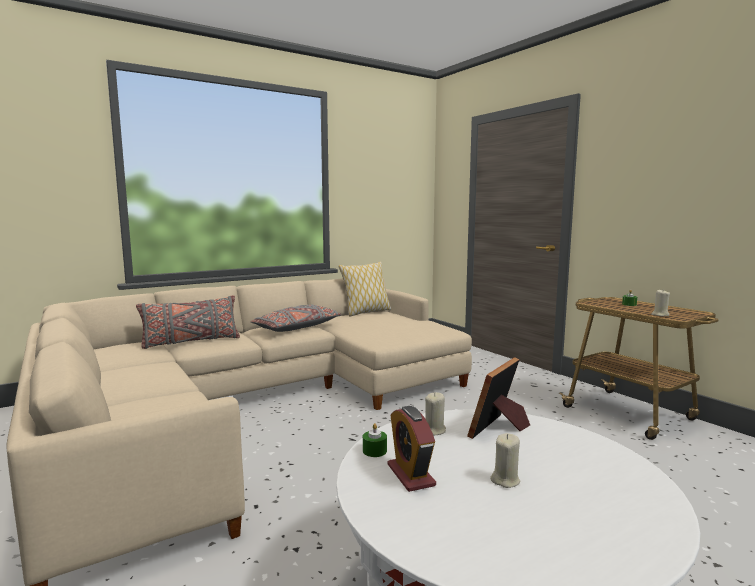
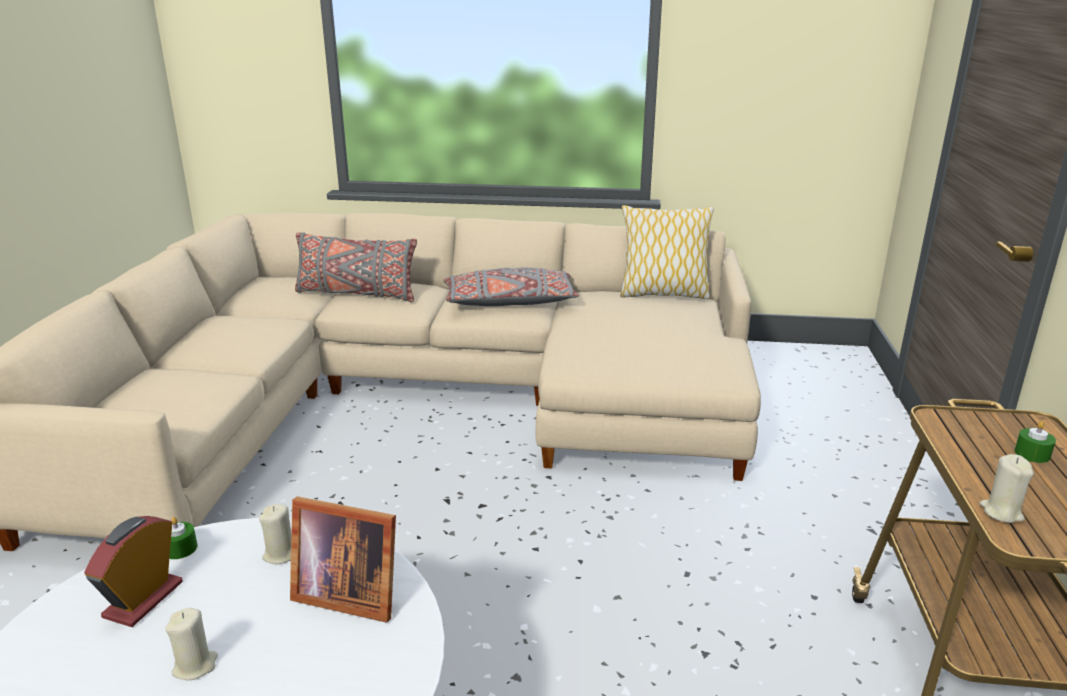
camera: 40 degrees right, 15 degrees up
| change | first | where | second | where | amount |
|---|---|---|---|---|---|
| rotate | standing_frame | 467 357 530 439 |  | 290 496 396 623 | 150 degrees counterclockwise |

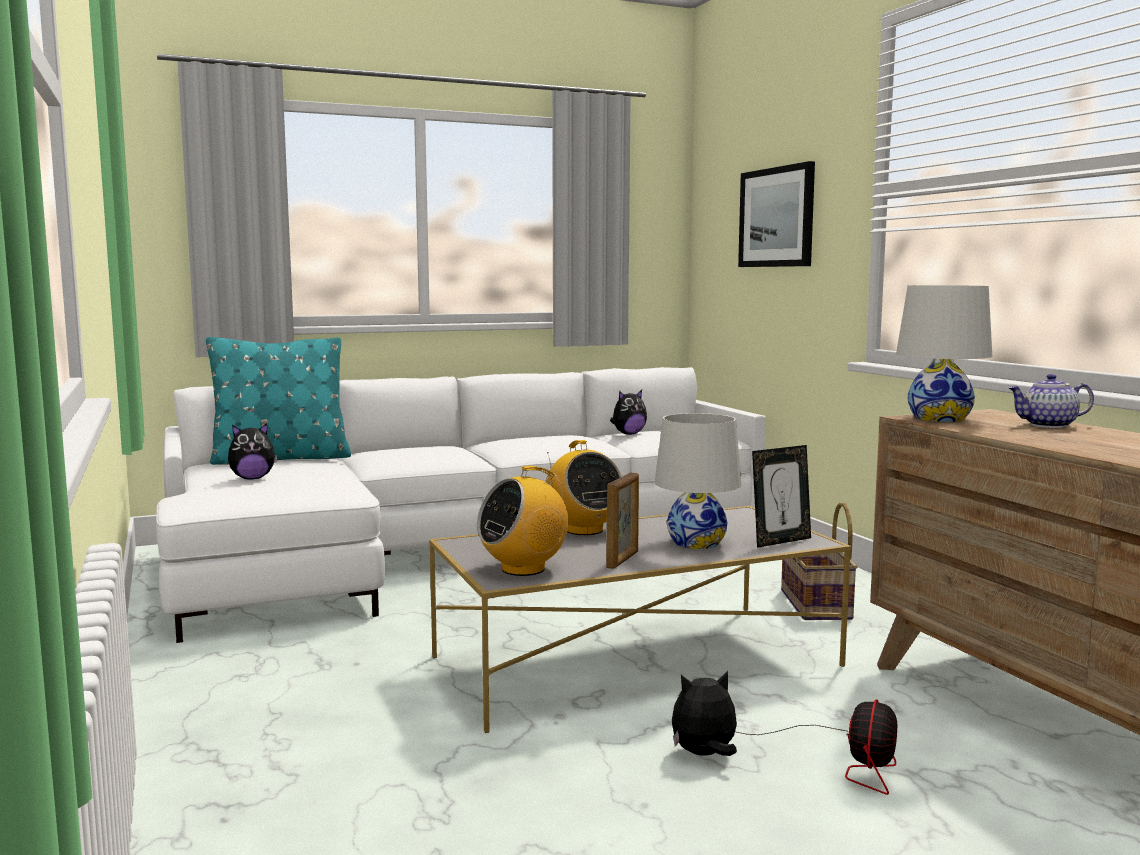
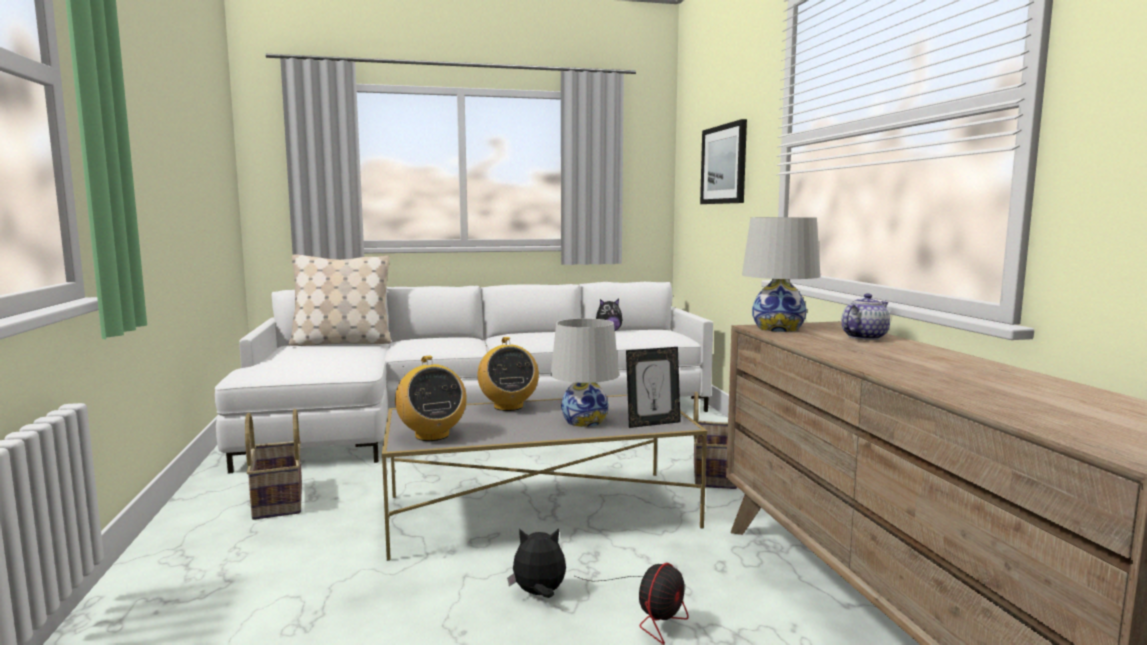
camera: 10 degrees right, 0 degrees up
| change | first | where | second | where | amount |
|---|---|---|---|---|---|
| recolor | blue-green_throw_pillow | 206 337 351 465 | beige-coloured_throw_pillow | 289 254 391 346 |  |
| delete | soft_toy | 228 423 278 480 |  |  |  |
| rotate | radio_set | 477 466 568 576 |  | 395 356 467 441 | 90 degrees counterclockwise |
| delete | standing_frame | 606 472 639 569 |  |  |  |
| rotate | teapot | 1008 374 1094 428 |  | 841 293 890 340 | 135 degrees clockwise |
| insert |  |  | storage_basket | 245 409 302 520 |  |

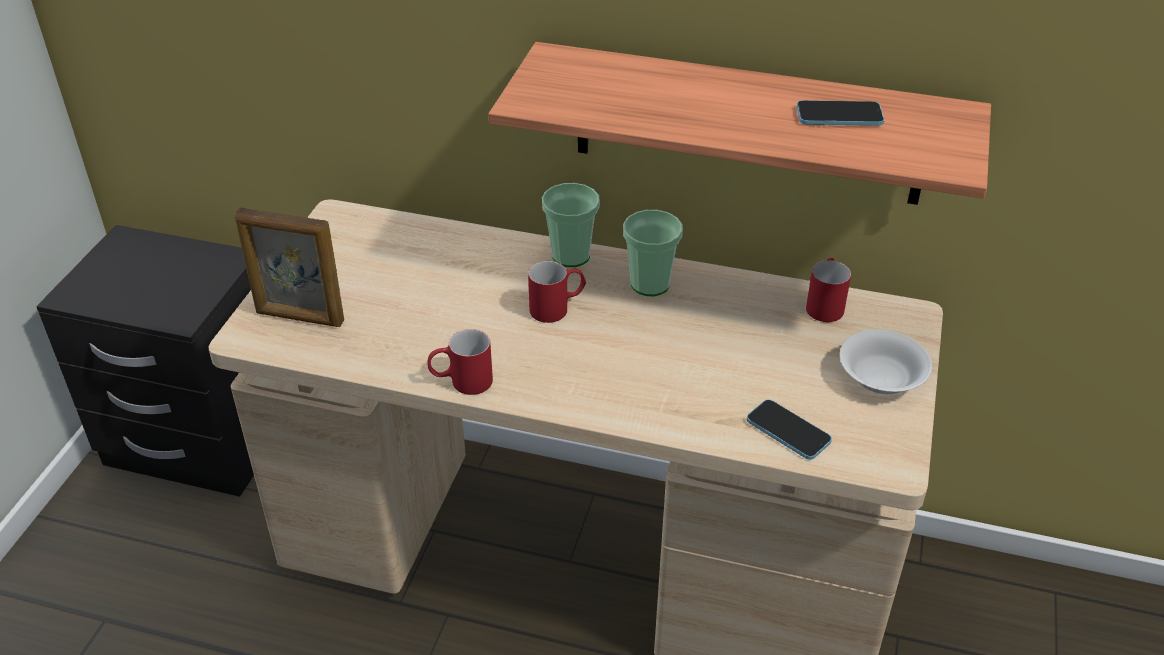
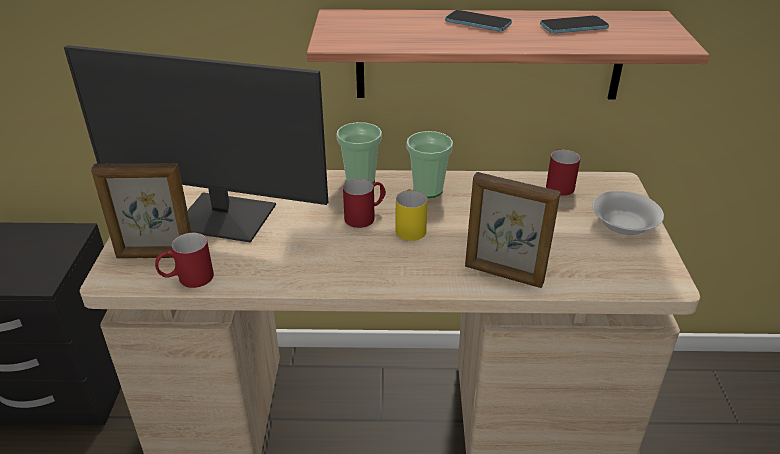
camera: 15 degrees left, 5 degrees down
| change | first | where | second | where | amount |
|---|---|---|---|---|---|
| move | red_coffee_mug | 427 329 493 395 |  | 155 233 214 288 |  |
| move | handset | 747 399 832 460 |  | 445 10 512 32 |  |
| insert |  |  | monitor | 64 45 328 243 |  |
| insert |  |  | yellowish_coffee_mug | 395 189 428 241 |  |
| insert |  |  | standing_frame | 465 172 561 288 |  |

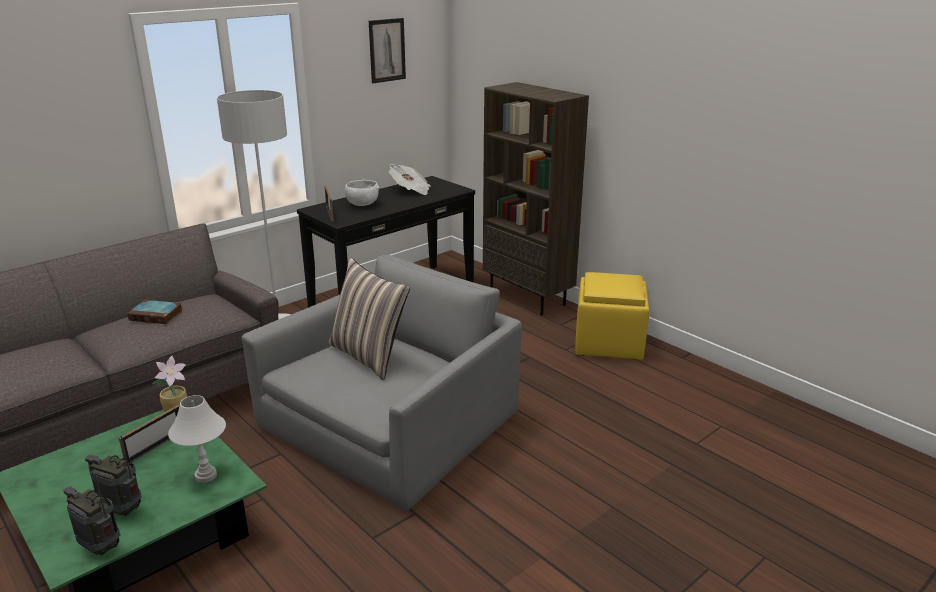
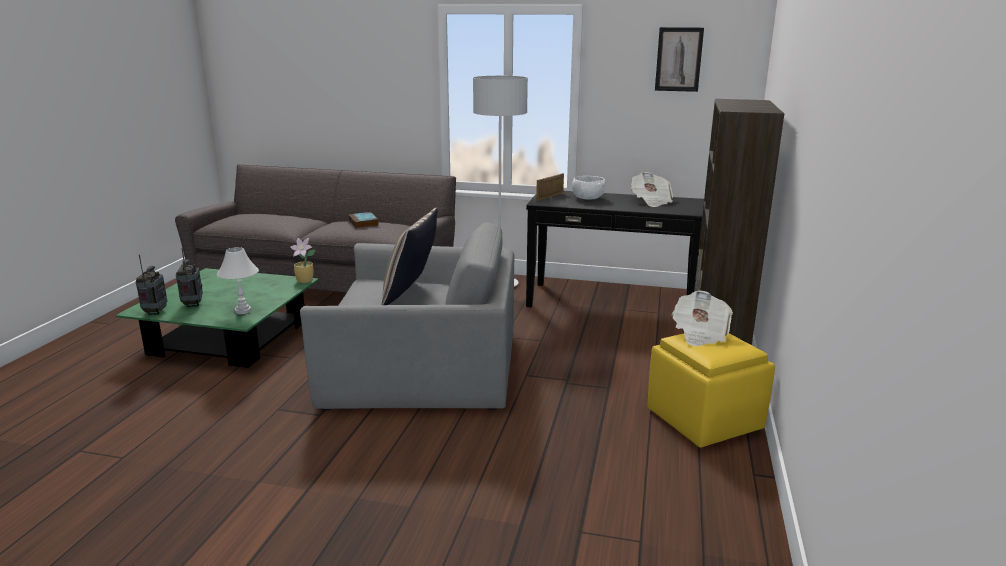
camera: 55 degrees right, 5 degrees down
| change | first | where | second | where | amount |
|---|---|---|---|---|---|
| delete | standing_frame | 119 405 180 462 |  |  |  |
| insert |  |  | daily_paper | 672 291 733 346 |  |

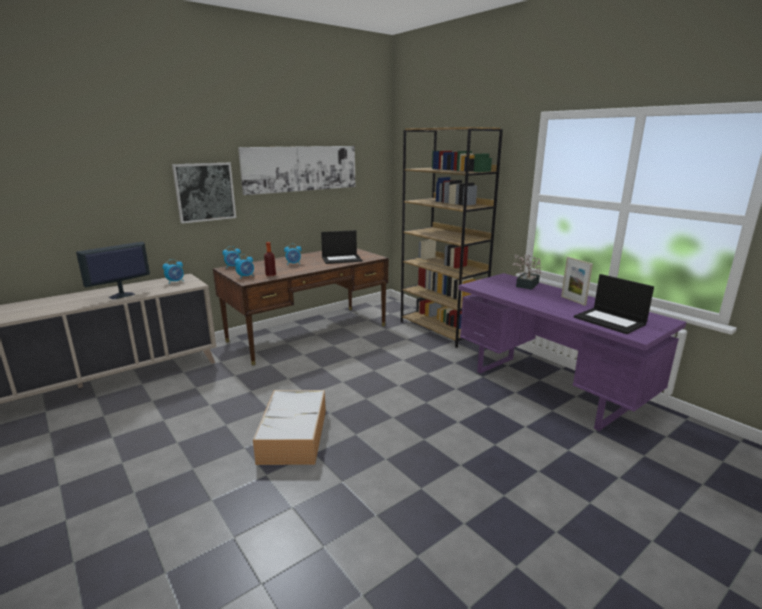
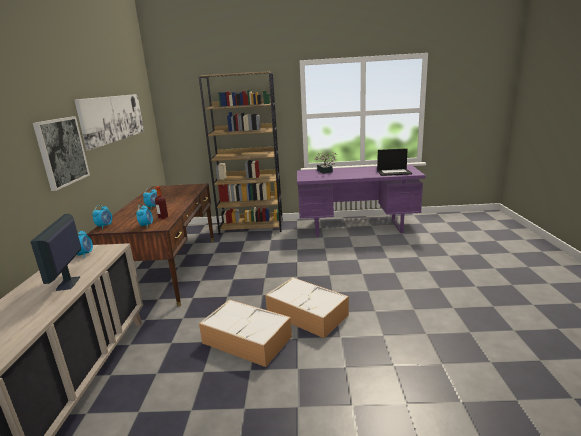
camera: 50 degrees left, 0 degrees up
| change | first | where | second | where | amount |
|---|---|---|---|---|---|
| delete | portable_computer | 321 230 362 264 |  |  |  |
| delete | standing_frame | 561 257 593 306 |  |  |  |
| insert |  |  | storage_container | 199 300 292 367 |  |

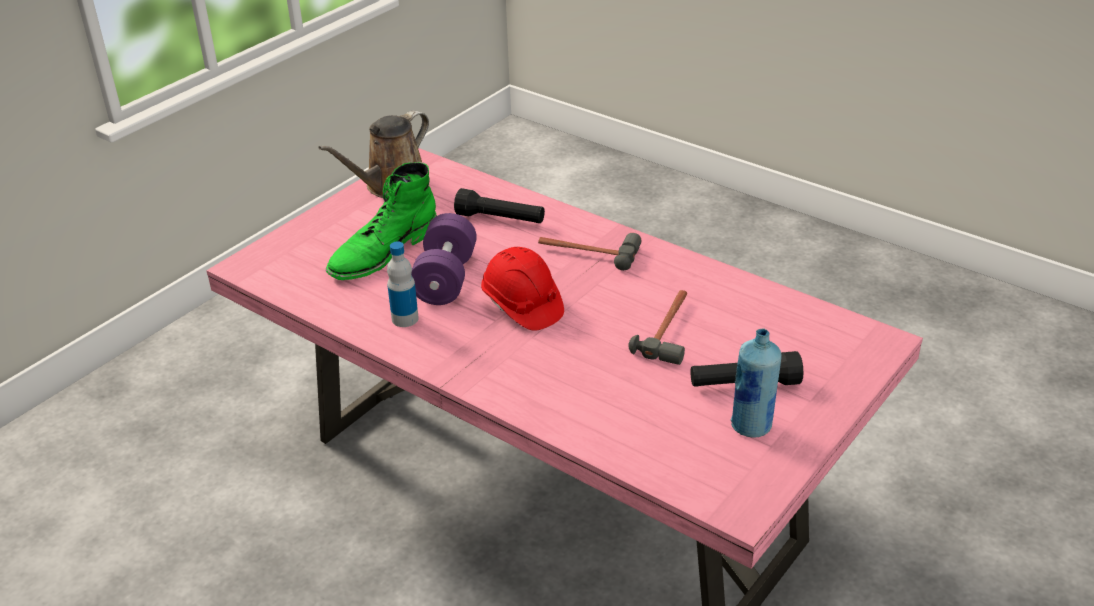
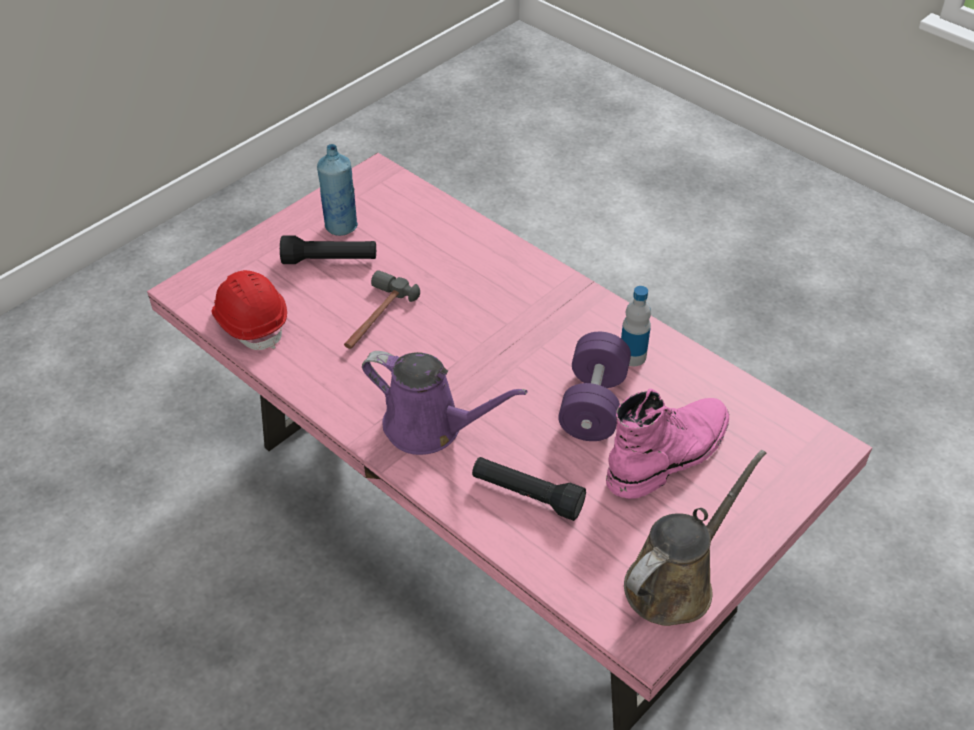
camera: 175 degrees left, 10 degrees up
| change | first | where | second | where | amount |
|---|---|---|---|---|---|
| recolor | green-coloured_high-top_boot | 326 162 437 280 | pink_high-top_boot | 606 389 729 499 |  |
| move | red_hard_hat | 481 247 564 330 |  | 212 270 287 350 |  |
| replace | tool_hammer | 538 233 641 270 | purple_watering_can | 362 351 528 455 |  |

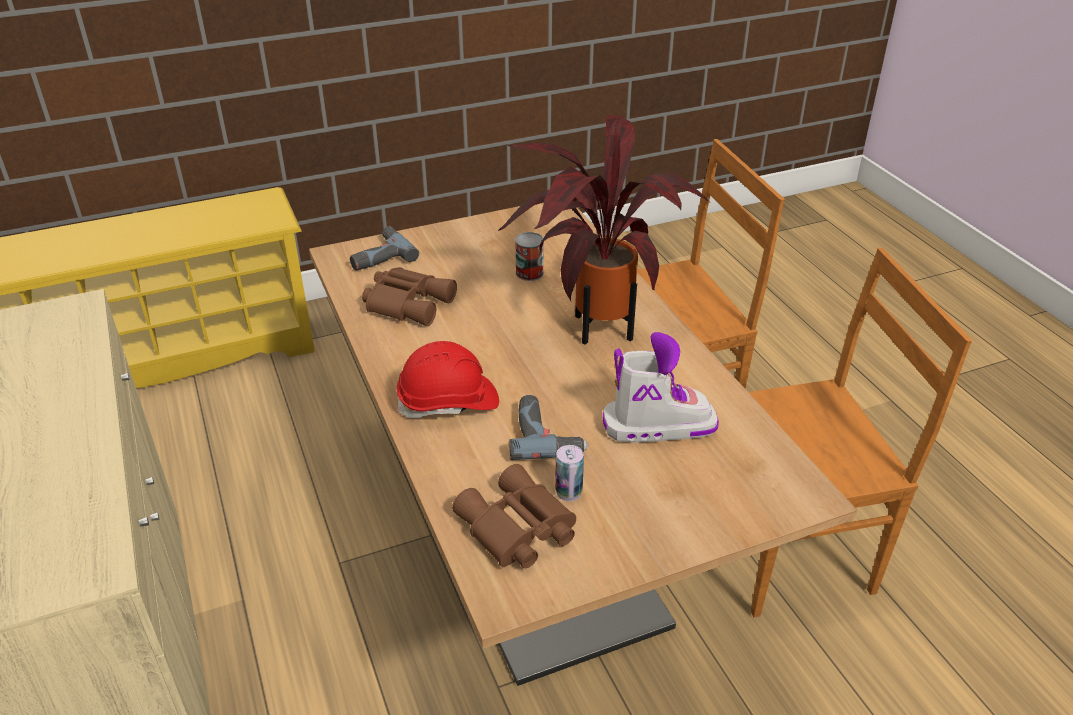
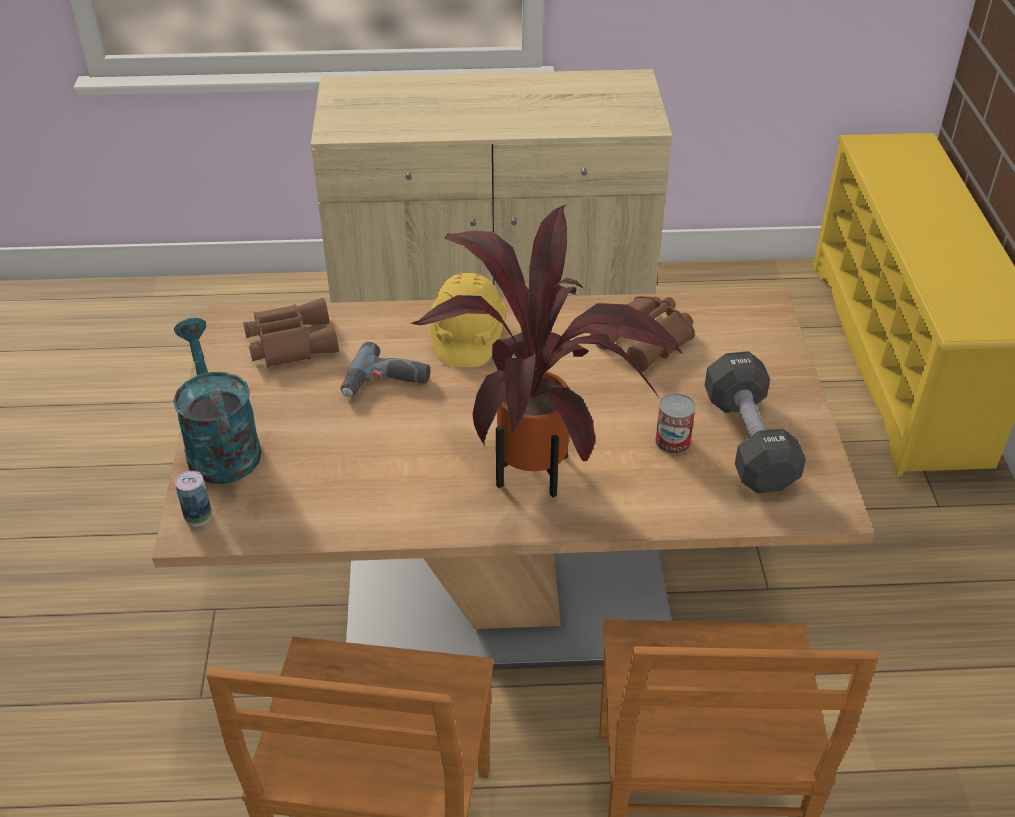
camera: 110 degrees right, 5 degrees up
| change | first | where | second | where | amount |
|---|---|---|---|---|---|
| delete | drill | 350 226 419 271 |  |  |  |
| recolor | red_hard_hat | 397 341 499 418 | yellowish_hard_hat | 430 273 506 367 |  |
| move | sealed_can | 555 445 584 501 |  | 175 471 212 527 |  |
| delete | high-top_boot | 603 332 719 443 |  |  |  |
| insert |  |  | blue-green_watering_can | 173 318 262 484 |  |
| insert |  |  | blackish_free_weight | 705 351 806 493 |  |

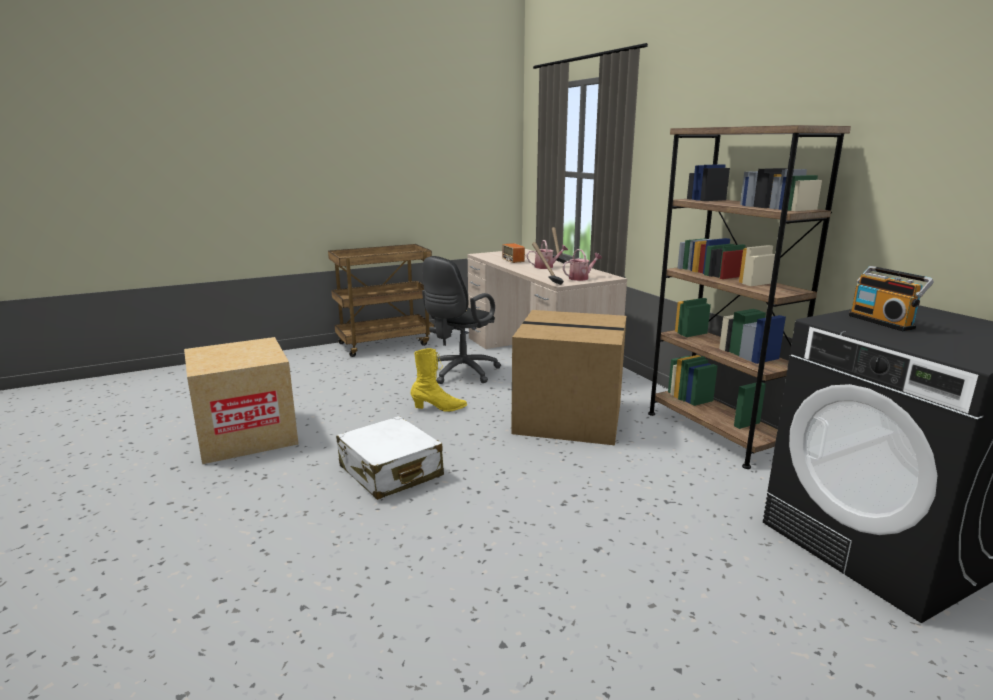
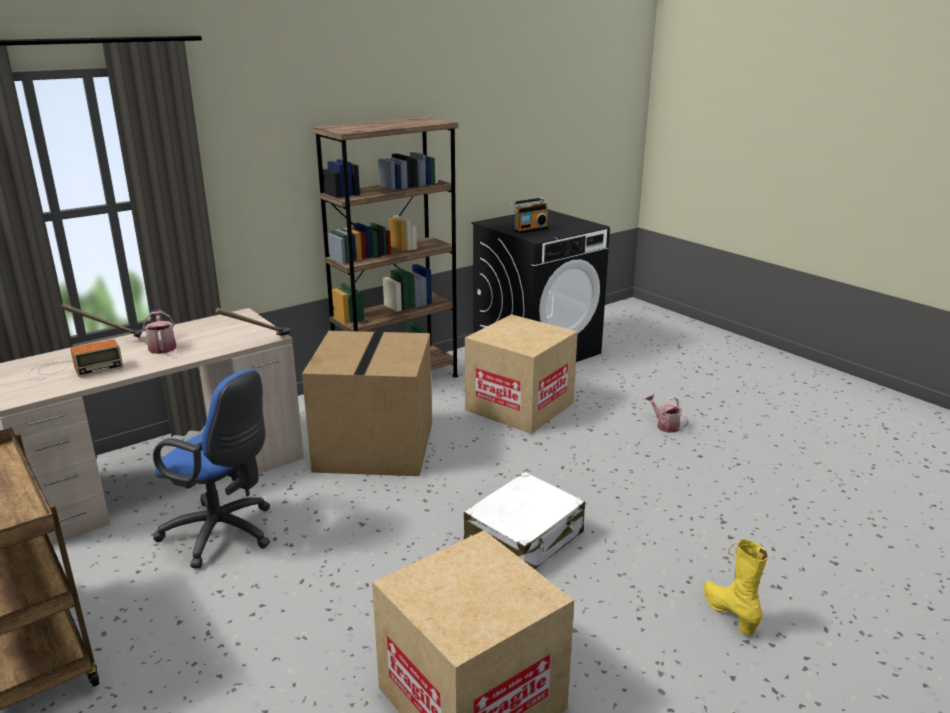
camera: 100 degrees left, 5 degrees up
| change | first | where | second | where | amount |
|---|---|---|---|---|---|
| move | yellowish_high-top_boot | 411 348 467 412 |  | 704 538 769 635 |  |
| recolor | blackish_computer_chair | 422 256 501 384 | blue-coloured_computer_chair | 153 369 270 569 |  |
| move | watering_can | 563 249 602 281 |  | 645 394 689 433 |  |
| insert |  |  | carton | 465 314 578 434 |  |

